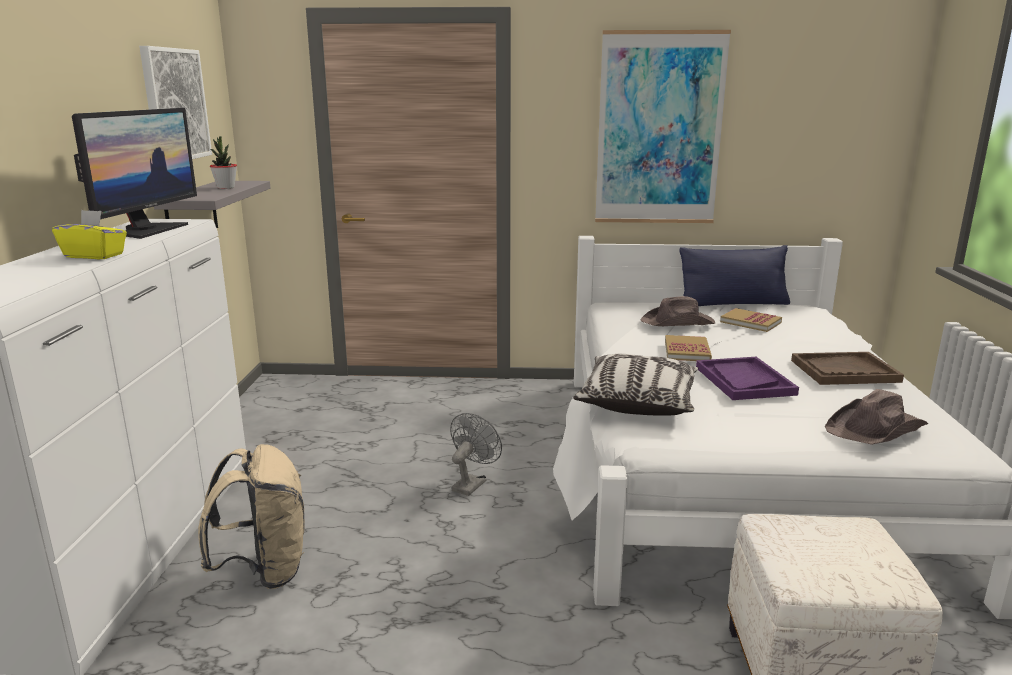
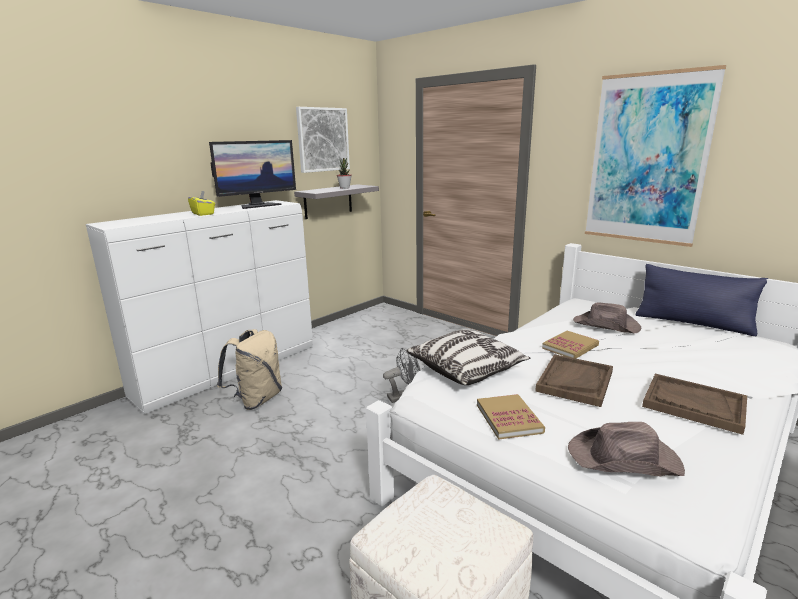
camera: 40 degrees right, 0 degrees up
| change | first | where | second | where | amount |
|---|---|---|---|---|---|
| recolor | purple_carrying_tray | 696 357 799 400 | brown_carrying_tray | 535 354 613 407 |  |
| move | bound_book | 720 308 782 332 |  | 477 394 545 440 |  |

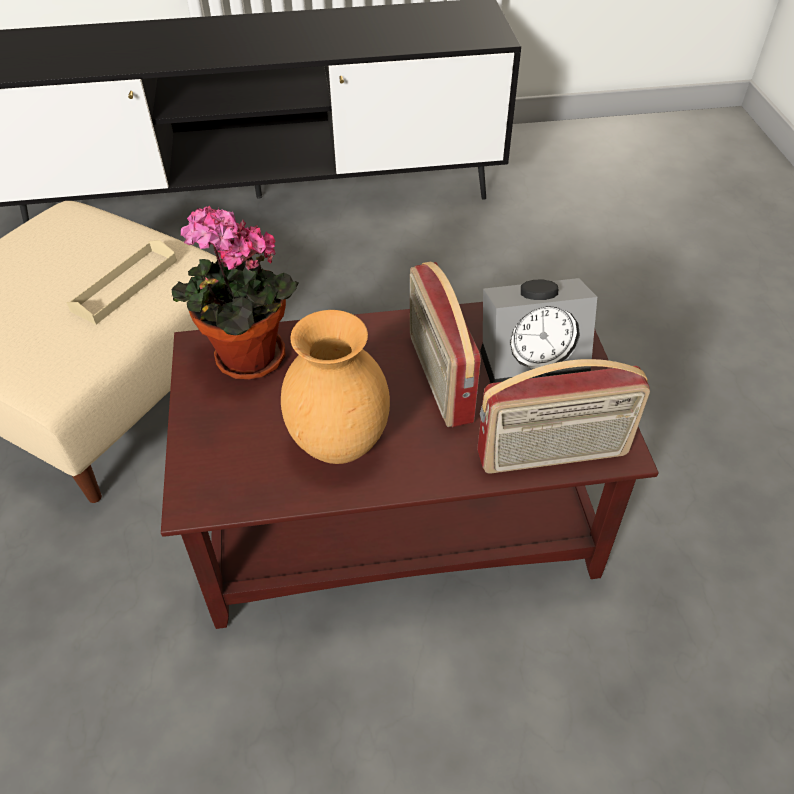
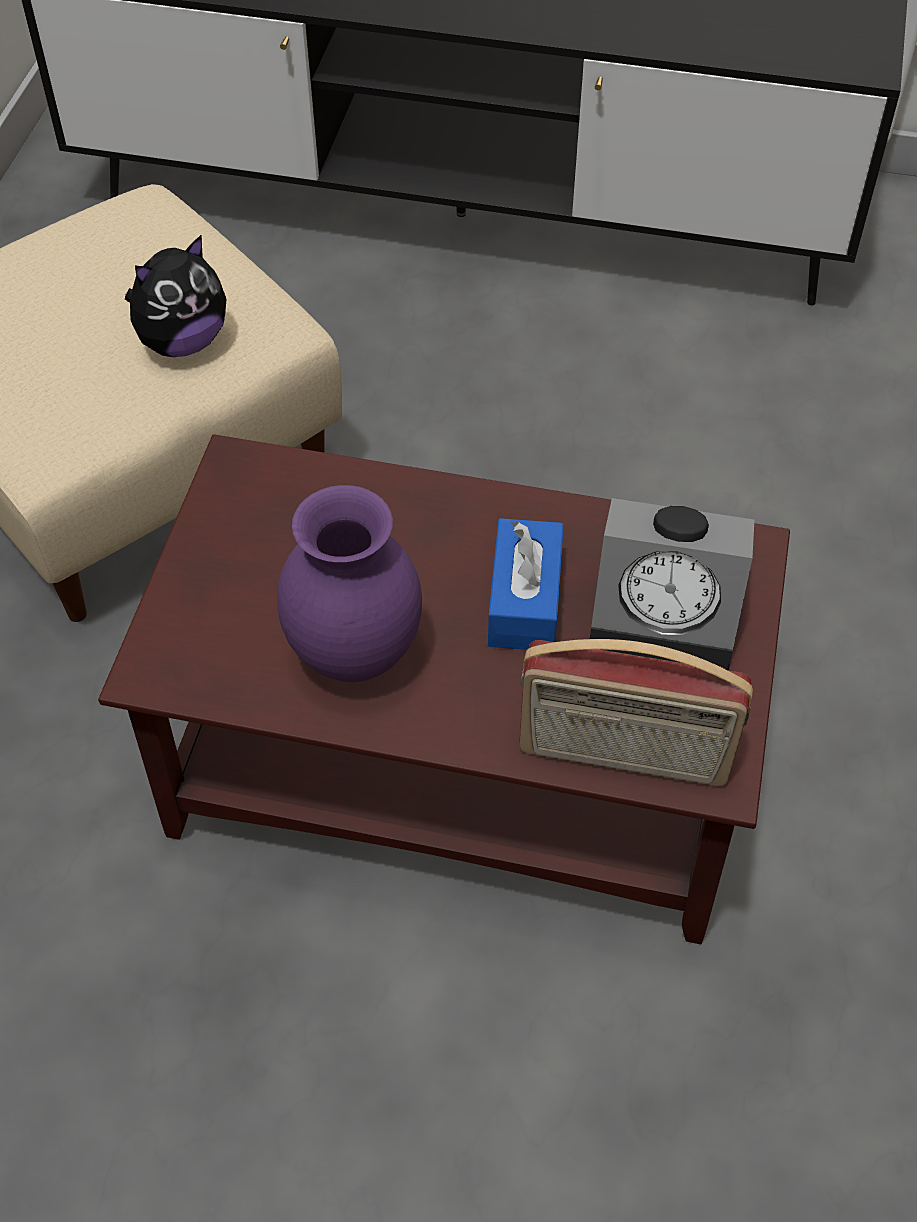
camera: 20 degrees right, 5 degrees up
| change | first | where | second | where | amount |
|---|---|---|---|---|---|
| replace | beige-coloured_carrying_tray | 67 240 177 325 | soft_toy | 125 235 227 357 |  |
| delete | plant_in_a_pot | 171 206 299 380 |  |  |  |
| recolor | brown_vase | 281 310 390 464 | purple_vase | 277 485 422 682 |  |
| replace | radio_set | 410 262 481 427 | blue-coloured_tissue_holder | 488 518 564 650 |  |

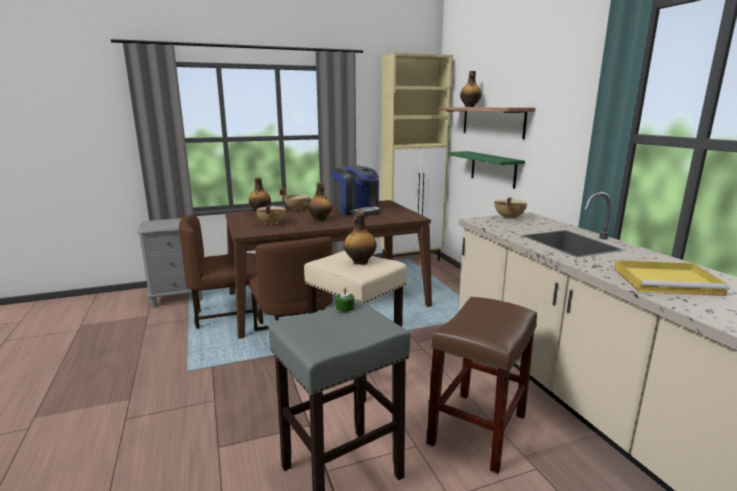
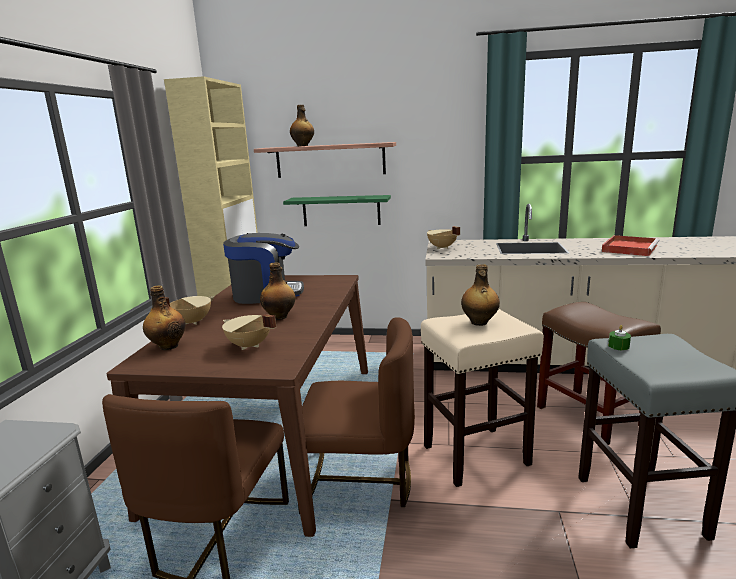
camera: 60 degrees left, 0 degrees up
| change | first | where | second | where | amount |
|---|---|---|---|---|---|
| recolor | yellowish_carrying_tray | 614 260 730 296 | red_carrying_tray | 602 235 659 256 |  |

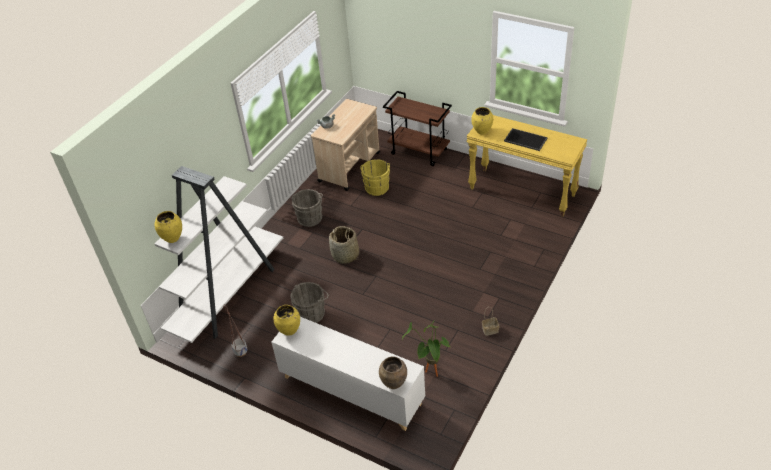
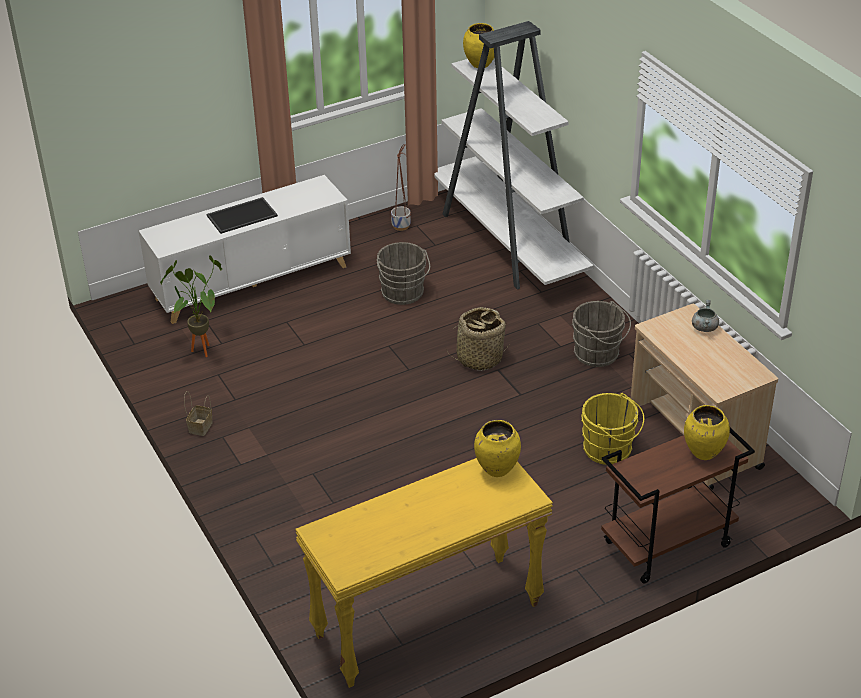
camera: 120 degrees right, 5 degrees down
| change | first | where | second | where | amount |
|---|---|---|---|---|---|
| move | yellowish_vase | 274 305 300 336 |  | 684 405 730 460 |  |
| delete | brown_vase | 379 356 407 389 |  |  |  |
| move | carrying_tray | 504 128 548 151 |  | 207 197 278 234 |  |

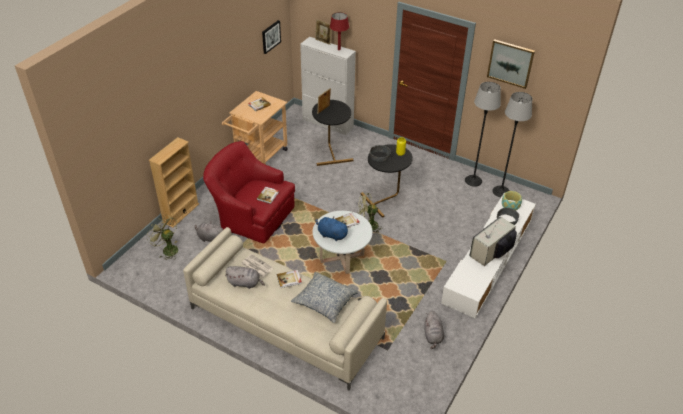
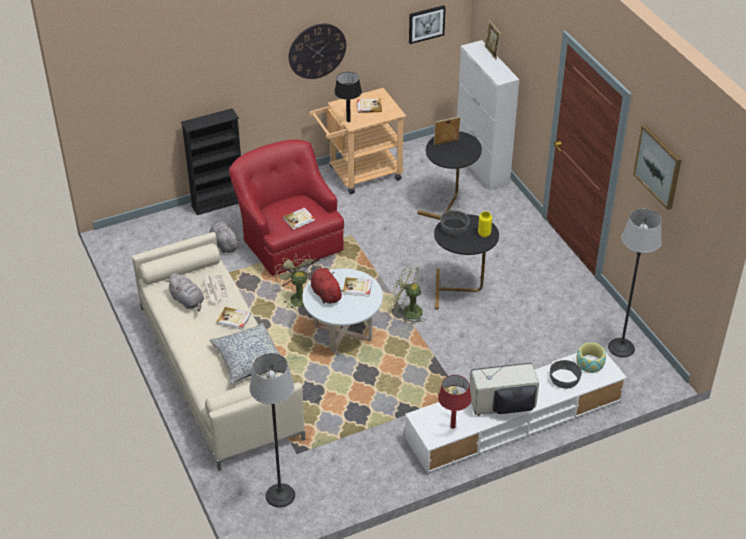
camera: 35 degrees right, 0 degrees up
| change | first | where | second | where | amount |
|---|---|---|---|---|---|
| move | green-coloured_fan | 147 215 178 260 |  | 275 254 319 312 |  |
| recolor | beige-coloured_bookshelf | 149 137 199 228 | blackish_bookshelf | 181 108 241 215 |  |
| recolor | blue-coloured_soft_toy | 315 216 349 241 | red_soft_toy | 311 267 344 304 |  |
| move | red_lamp_for_a_table | 330 12 349 50 |  | 438 375 472 429 |  |
| delete | gray_soft_toy | 424 311 444 349 |  |  |  |
| move | standard_lamp | 465 82 501 187 |  | 249 353 295 508 |  |
| insert |  |  | wall_clock | 289 24 346 79 |  |
| insert |  |  | blackish_lamp_for_a_table | 334 72 362 122 |  |

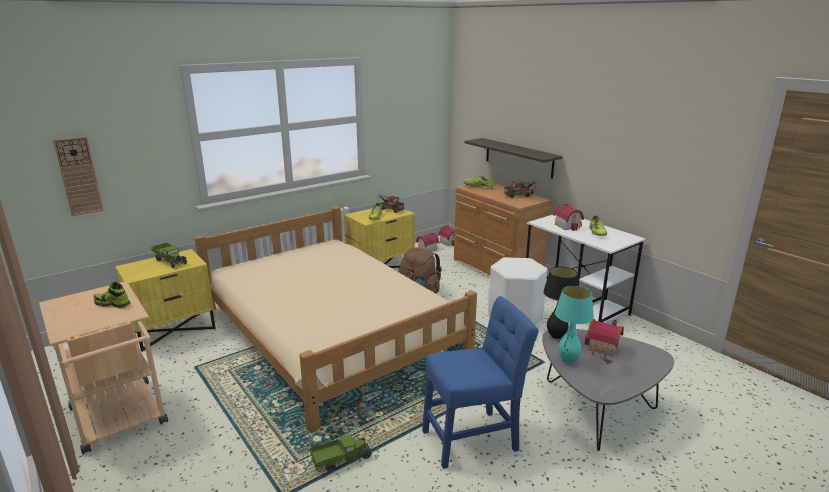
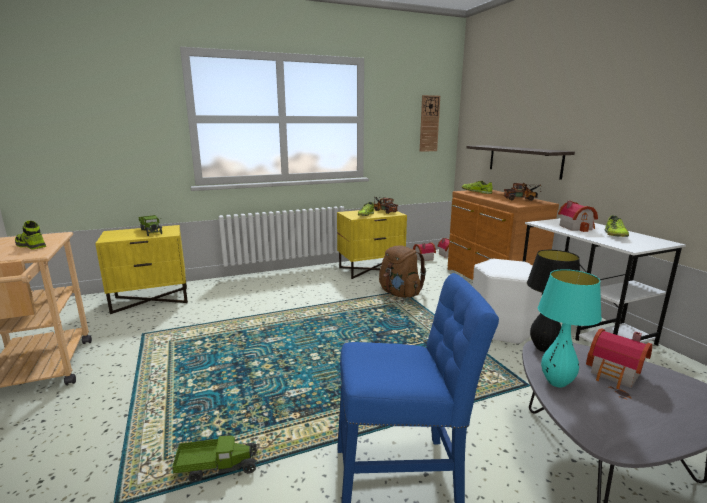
camera: 15 degrees right, 5 degrees down
| change | first | where | second | where | amount |
|---|---|---|---|---|---|
| move | wall_clock | 53 136 104 216 |  | 420 95 440 152 |  |
| delete | beige-coloured_bedroom_bed | 194 206 477 433 |  |  |  |

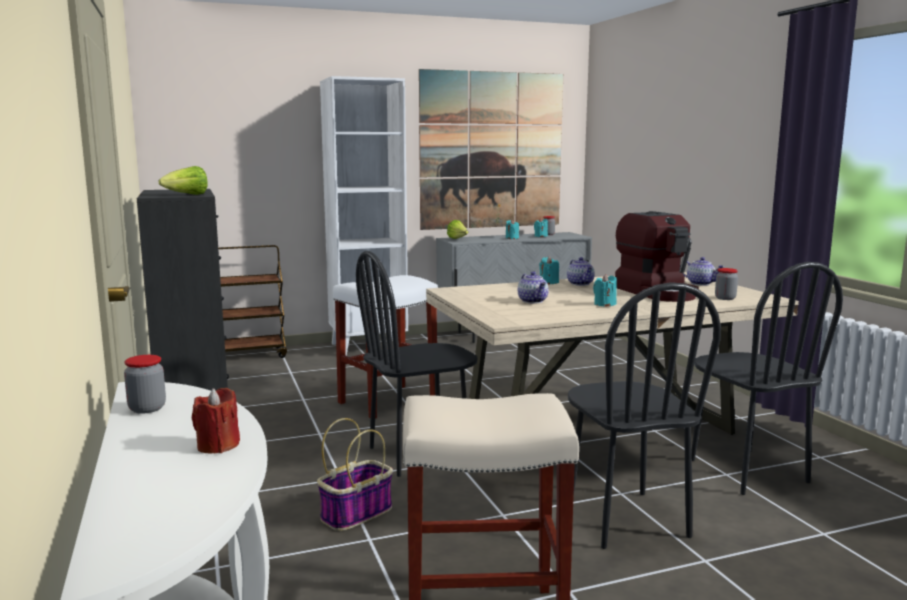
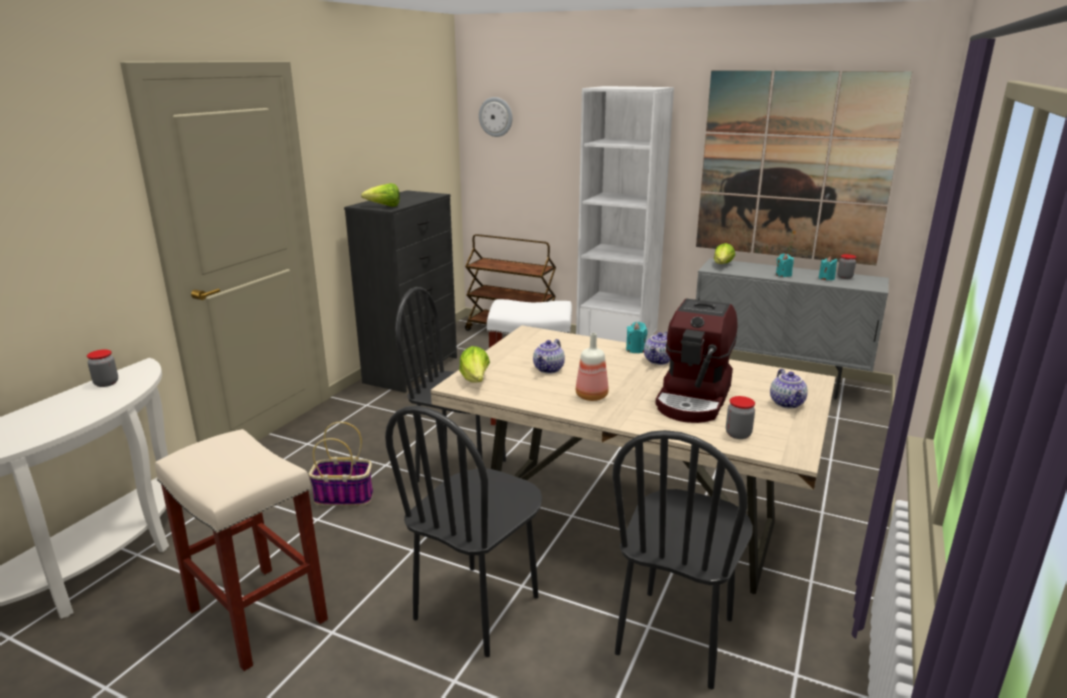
camera: 45 degrees right, 10 degrees up
| change | first | where | second | where | amount |
|---|---|---|---|---|---|
| delete | red_wax_candle | 192 388 240 453 |  |  |  |
| replace | blue-green_wax_candle | 593 274 617 307 | beverage_bottle | 576 333 609 401 |  |
| insert |  |  | lettuce | 459 346 490 383 |  |
| insert |  |  | wall_clock | 479 97 512 137 |  |

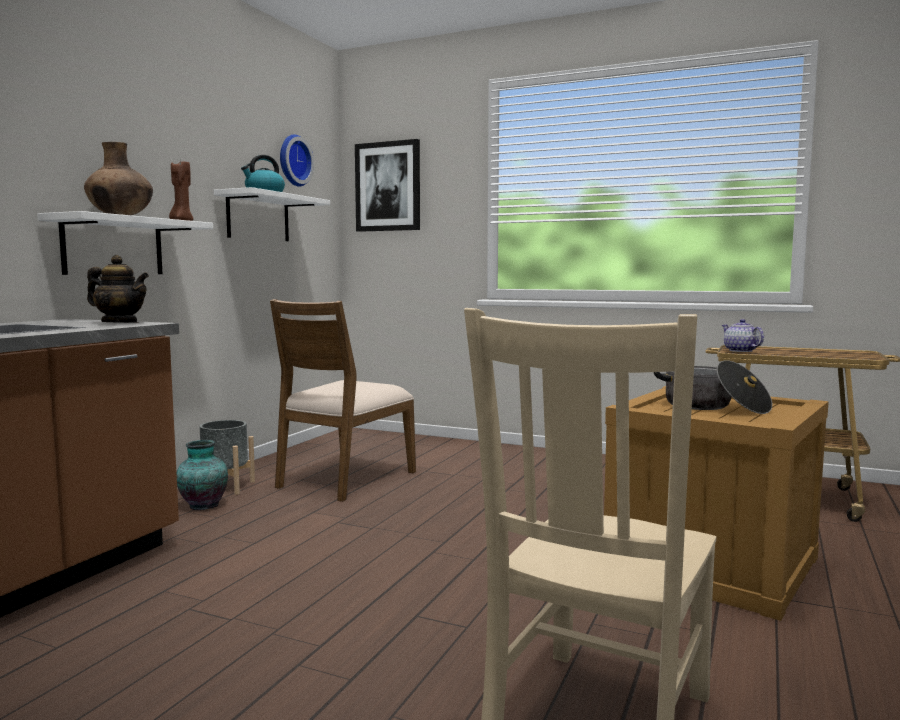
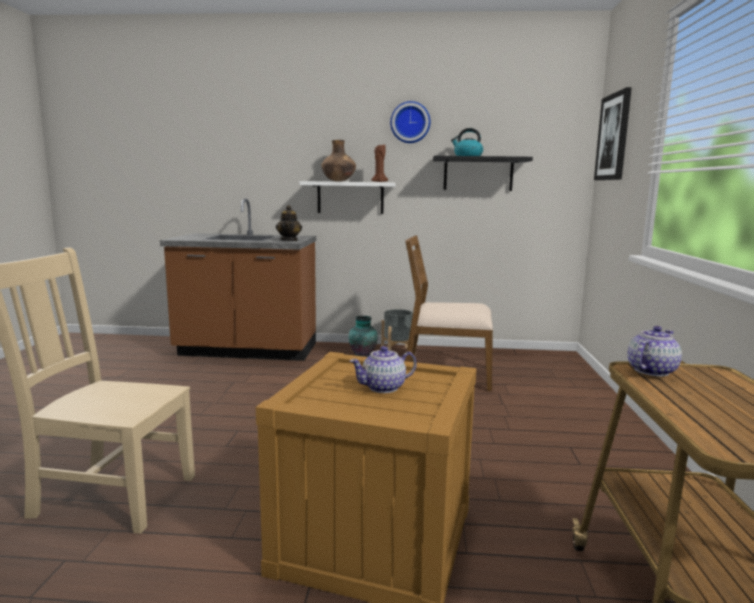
camera: 70 degrees right, 5 degrees up
| change | first | where | second | where | amount |
|---|---|---|---|---|---|
| recolor | whitish_wall_shelf | 214 187 330 241 | blackish_wall_shelf | 433 156 533 191 |  |
| move | wall_clock | 280 134 314 187 |  | 390 101 430 143 |  |
| replace | saucepot | 653 360 772 414 | teapot | 350 346 417 393 |  |

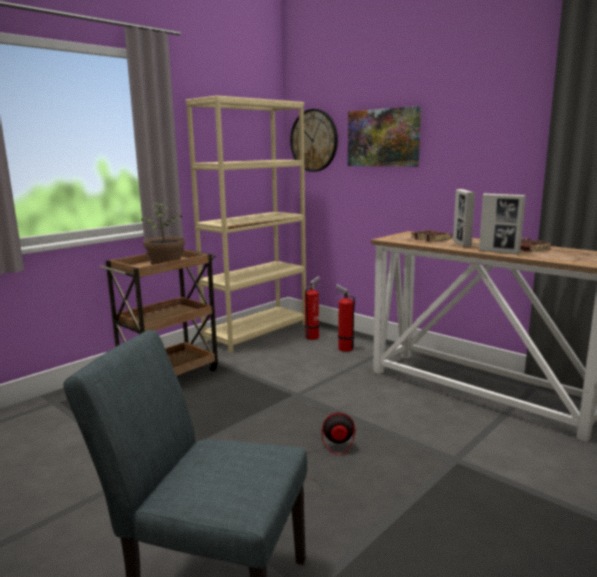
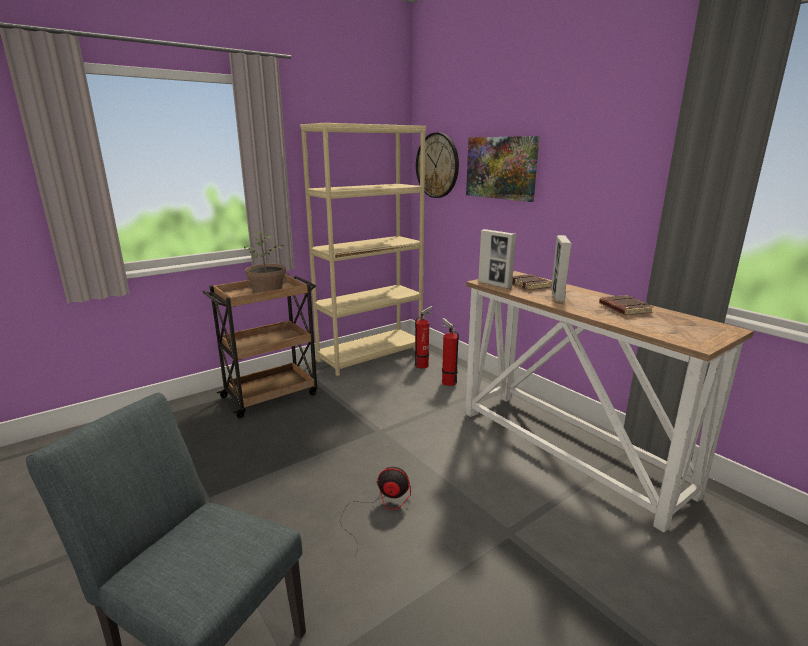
camera: 10 degrees right, 5 degrees up
| change | first | where | second | where | amount |
|---|---|---|---|---|---|
| move | standing_frame | 479 193 526 255 |  | 478 229 517 289 |  |

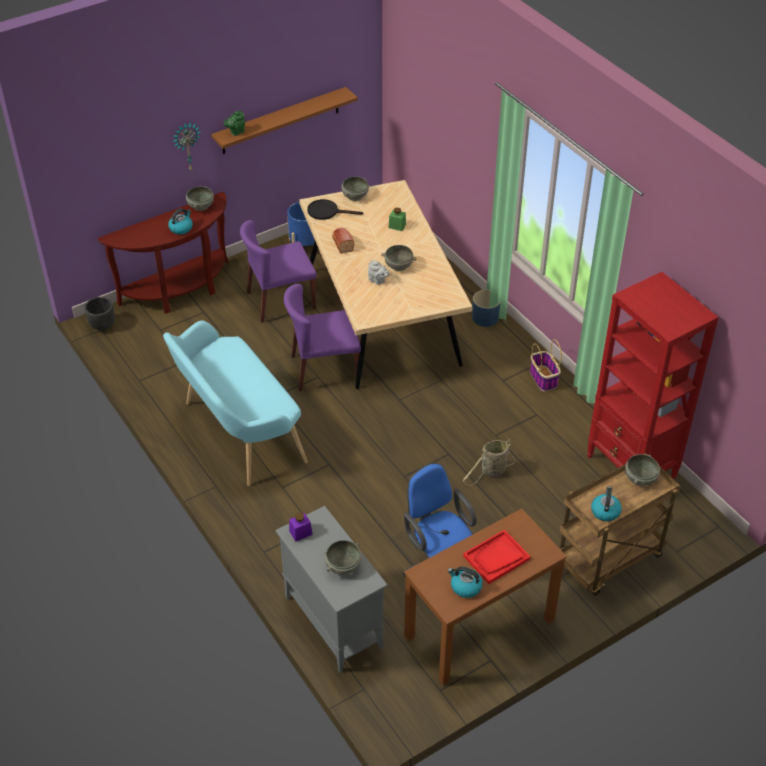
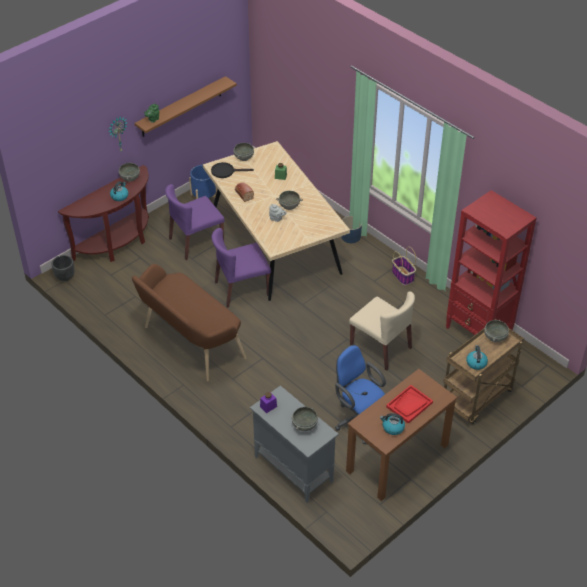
camera: 10 degrees left, 0 degrees up
| change | first | where | second | where | amount |
|---|---|---|---|---|---|
| recolor | blue-green_long_seat | 163 321 308 486 | brown_long_seat | 132 264 247 381 |  |
| replace | storage_basket | 463 439 515 486 | beige-coloured_plain_chair | 349 291 415 371 |  |

